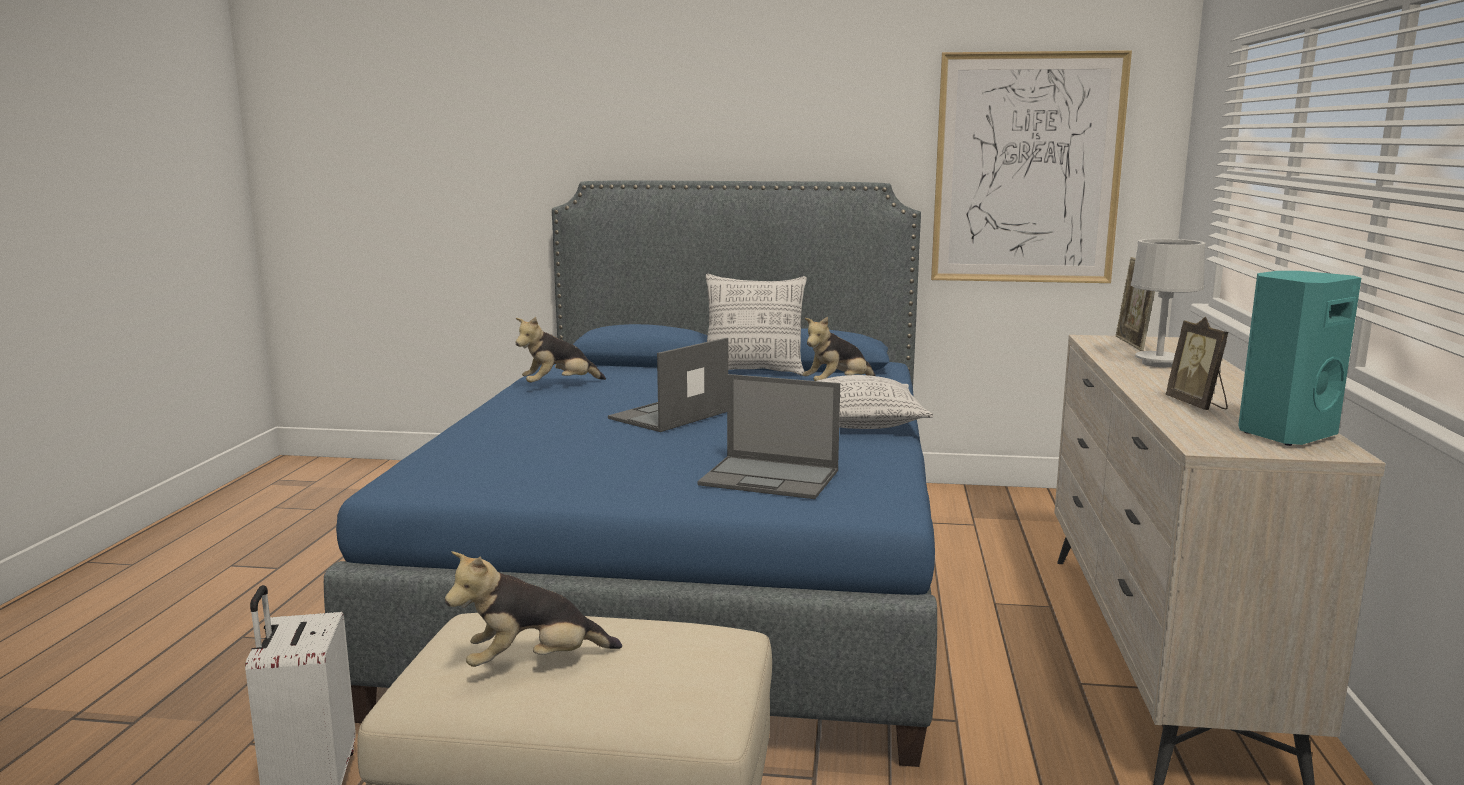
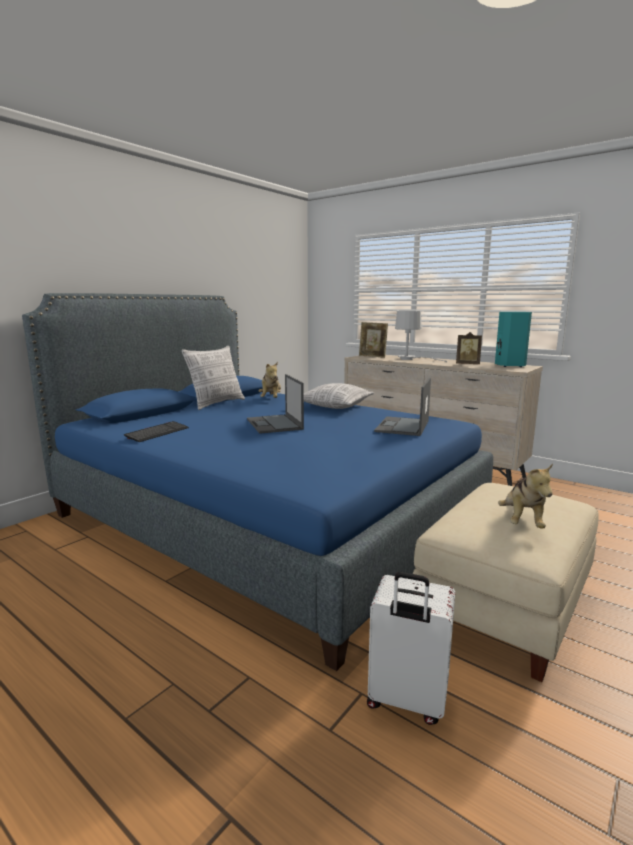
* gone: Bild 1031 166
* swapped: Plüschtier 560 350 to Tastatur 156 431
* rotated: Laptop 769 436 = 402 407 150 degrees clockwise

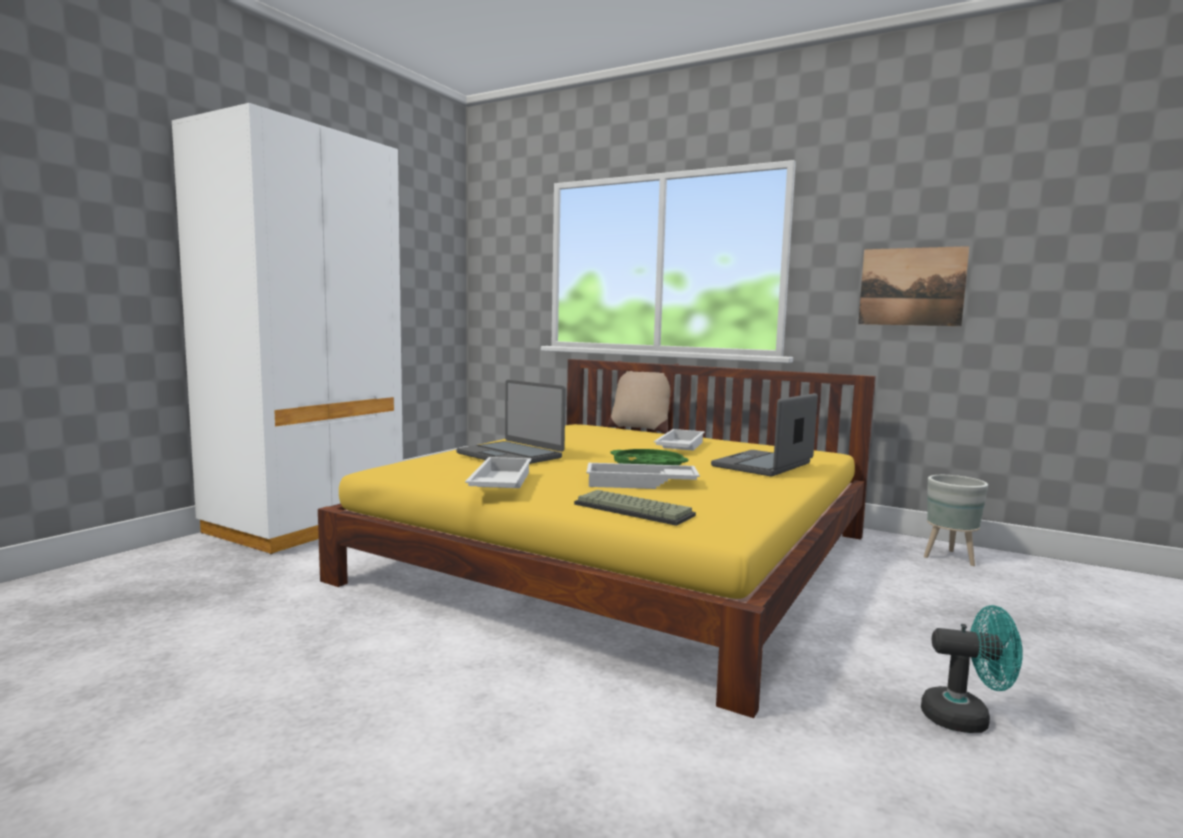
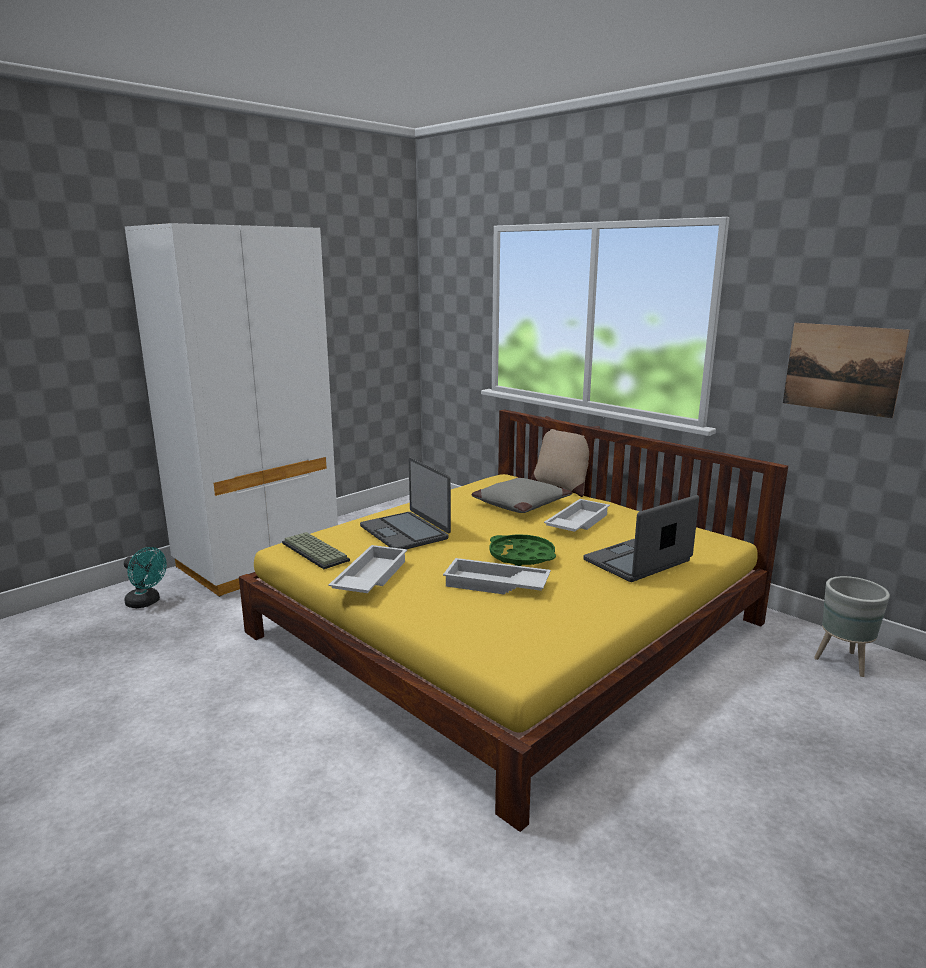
* new: Kissen (grau) 521 495
* shifted: Tastatur 635 508 to 316 550
* shifted: Ventilator (türkis) 972 669 to 145 577

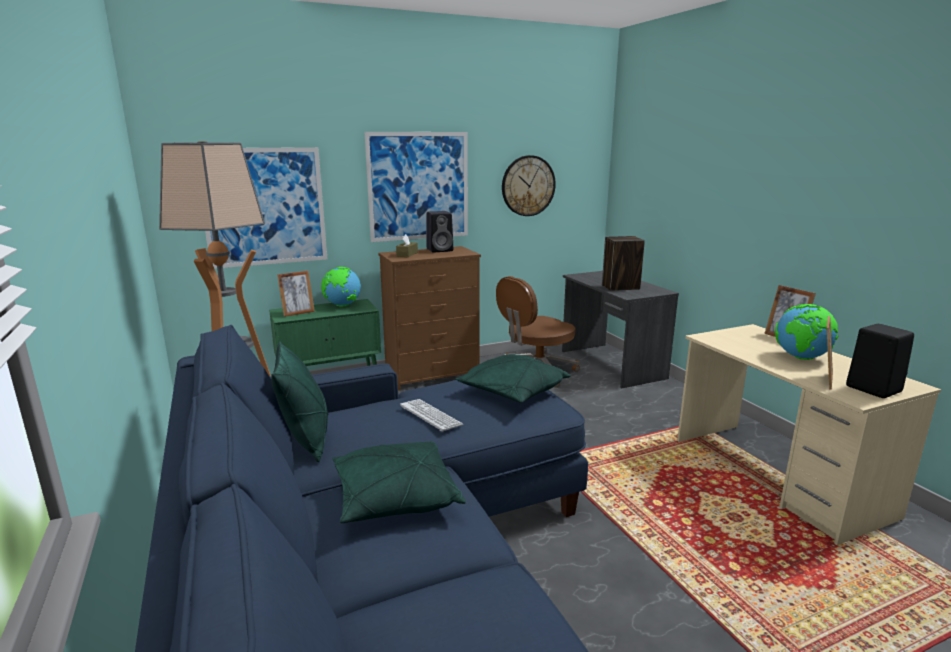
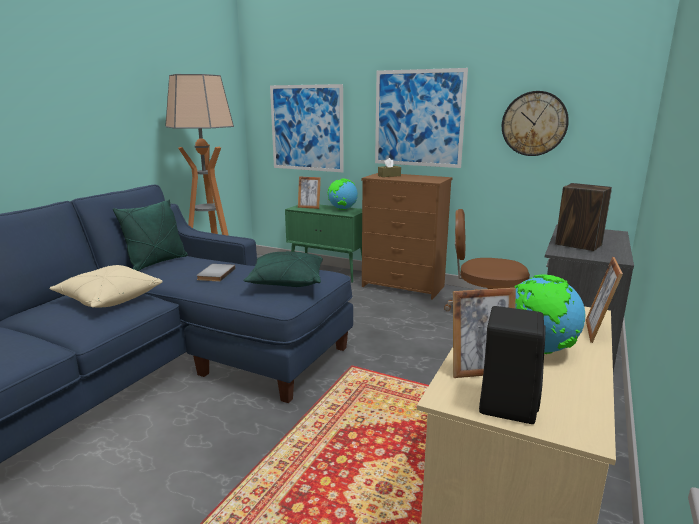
* gone: Lautsprecher (schwarz) 439 231
* swapped: Tastatur 432 415 to Buch (grau) 215 273
* repainted: Kissen (grün) 399 482 to Kissen (beige) 106 286

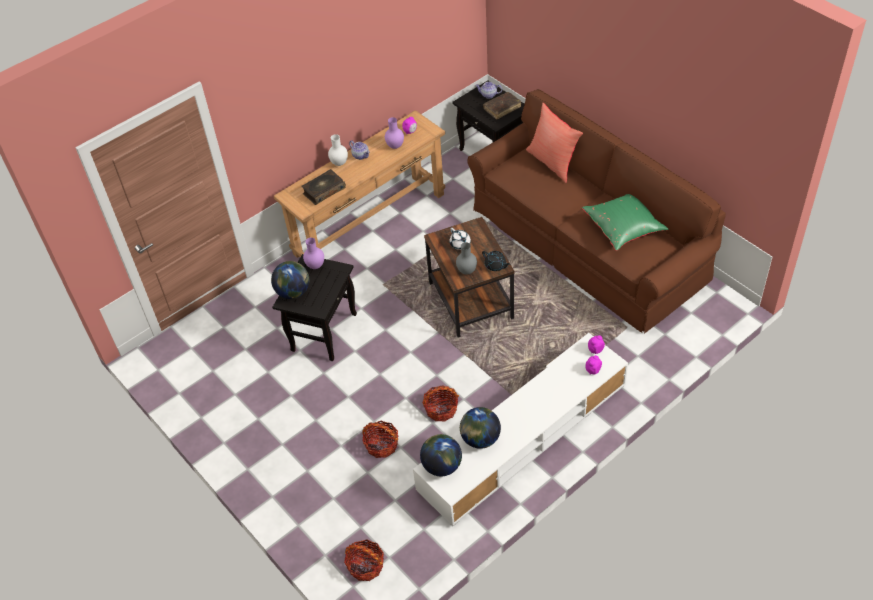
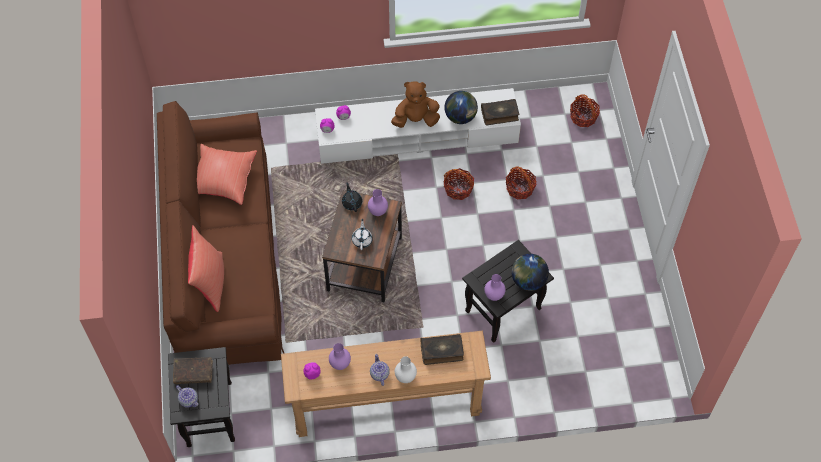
* new: Plüschtier (braun) 415 104
* swapped: Globus 441 455 to Buch 500 112
* repainted: Vase (grau) 466 258 to Vase (lila) 378 202
* repainted: Kissen (grün) 625 222 to Kissen (rot) 227 174

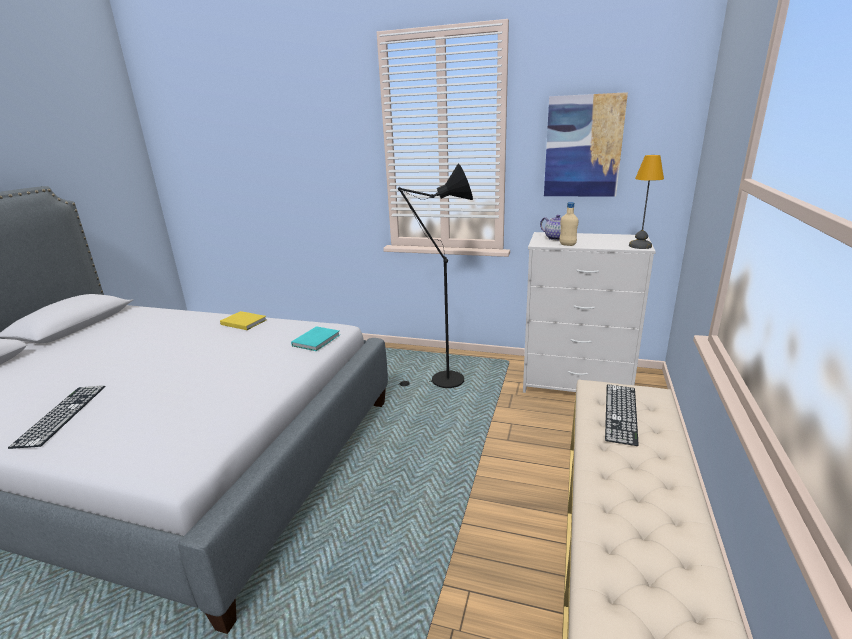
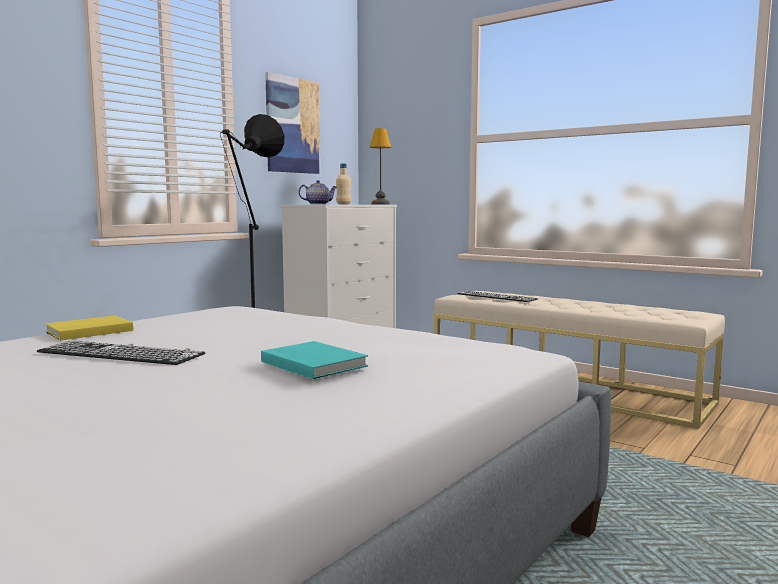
* shifted: Tastatur 56 417 to 121 353
* shifted: Buch (türkis) 315 338 to 314 360

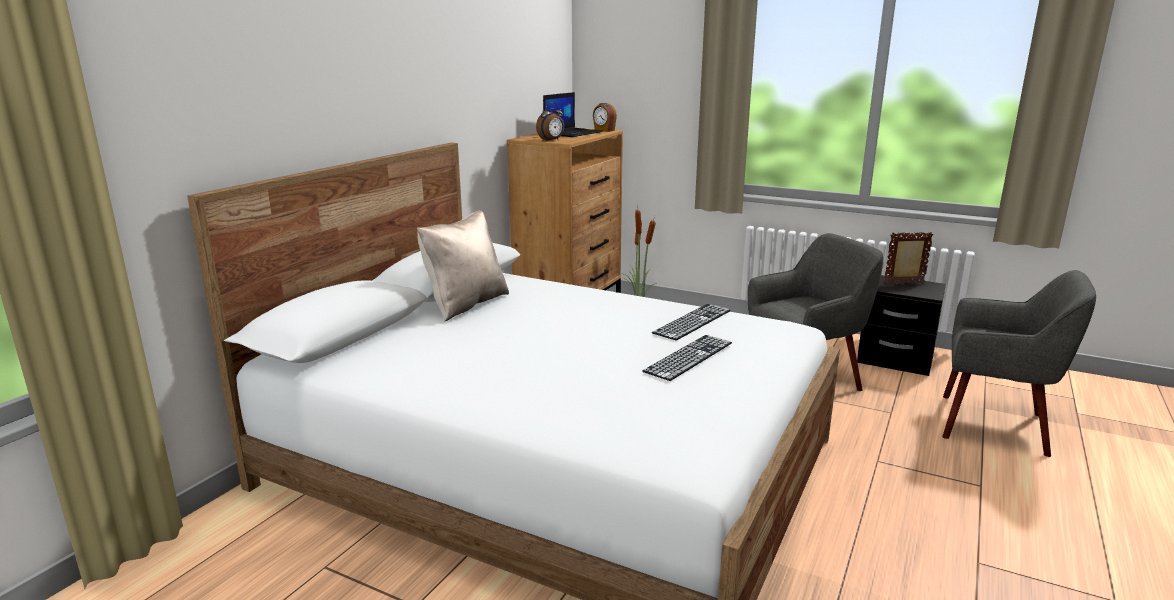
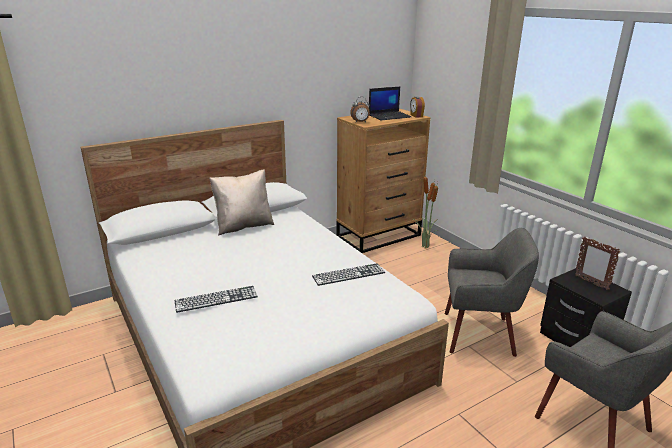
* shifted: Tastatur 687 358 to 216 299
* rotated: Bilderrahmen 909 258 = 597 263 150 degrees counterclockwise

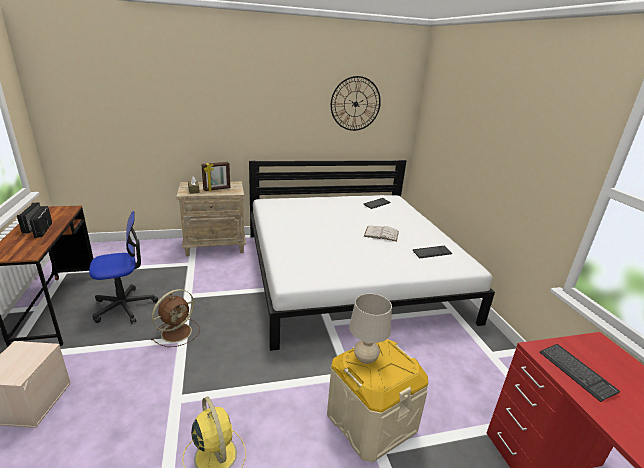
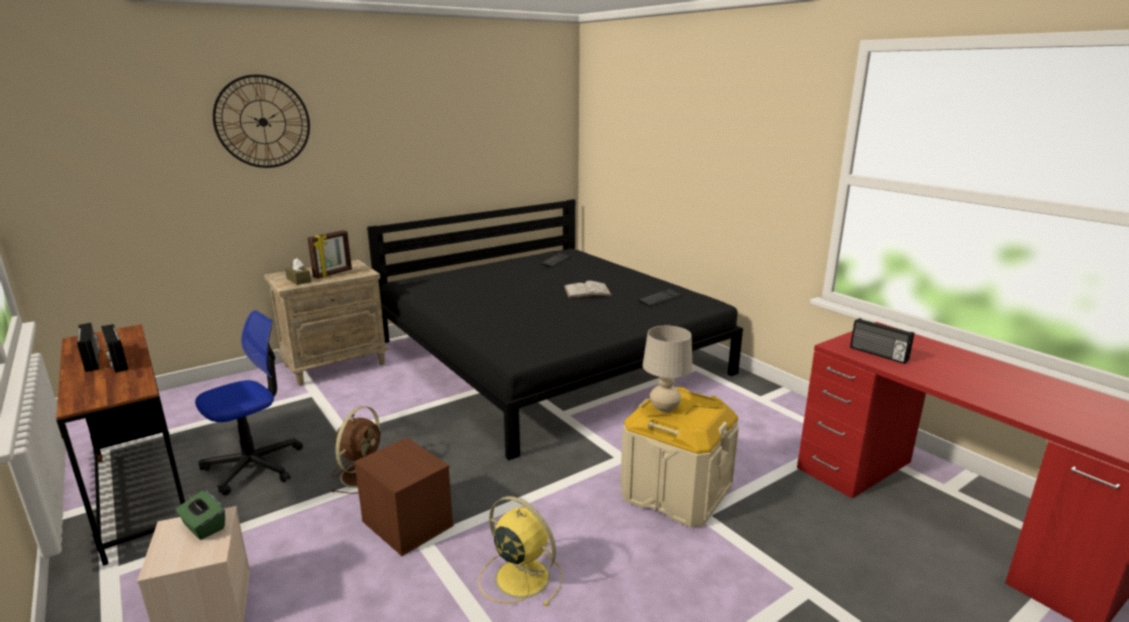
* new: Taschentuchbox (grün) 200 515
* new: Aufbewahrungsbox (braun) 404 497
* shifted: Wanduhr 356 103 to 261 121
* swapped: Tastatur 580 373 to Radio 882 341
* repainted: Bett (weiß) 372 255 to Bett (schwarz) 555 329

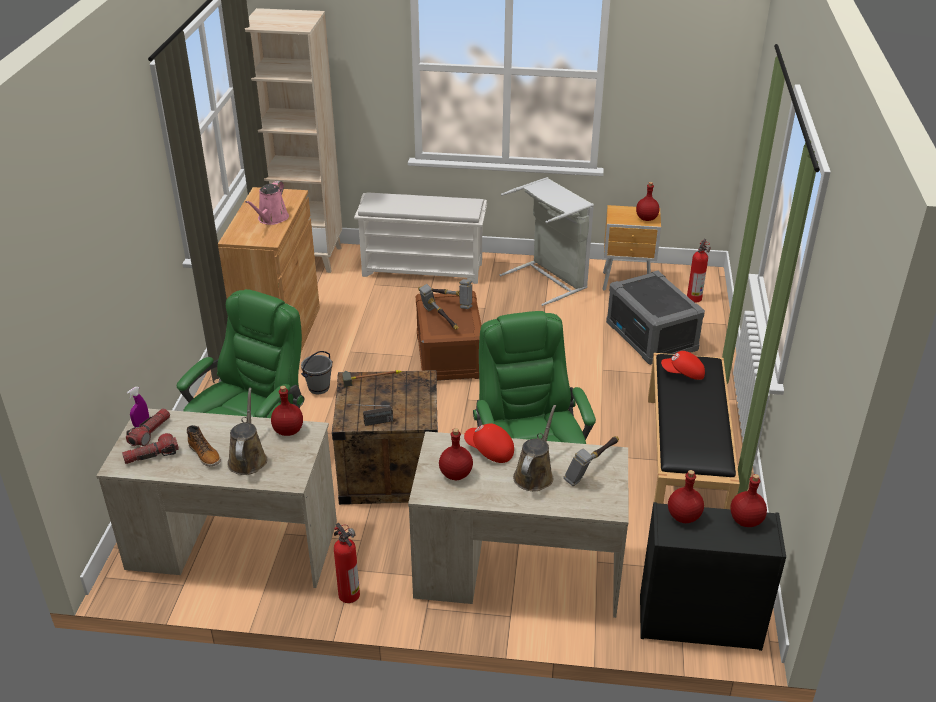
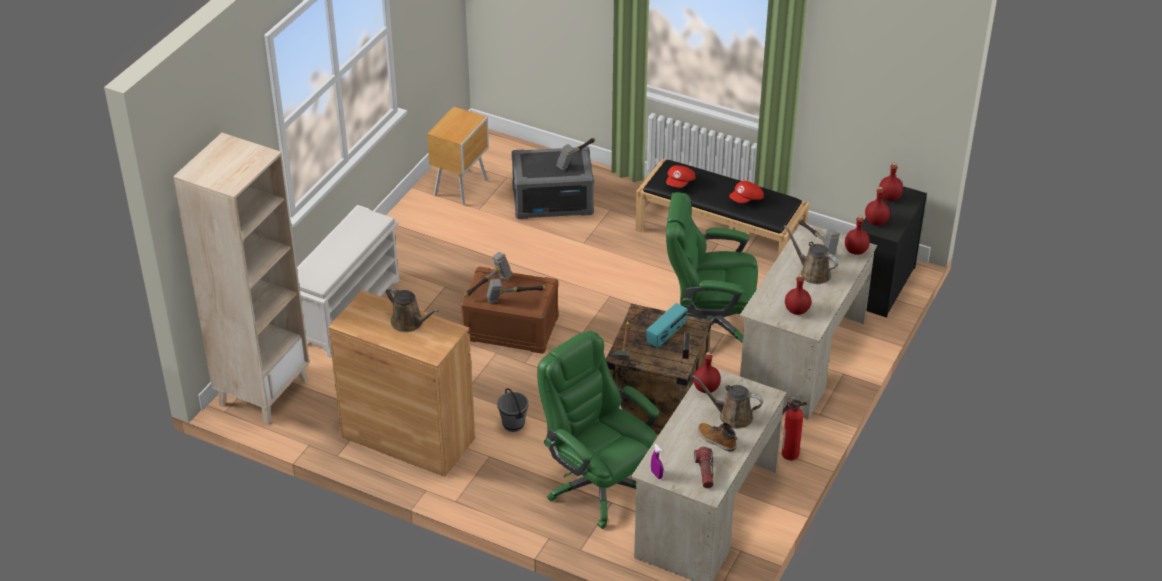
* gone: Taschenlampe 148 427
* gone: Wäschekorb (grau) 546 241
* gone: Feuerlöscher 699 271
* new: Hammer 575 154
* new: Radio 666 325
* shifted: Kappe (rot) 489 443 to 746 192
* shifted: Flasche (rot) 647 201 to 857 235
* repainted: Gießkanne (rosa) 267 203 to Gießkanne (braun) 412 309
* rotated: Stiefel 204 445 = 717 437 120 degrees counterclockwise

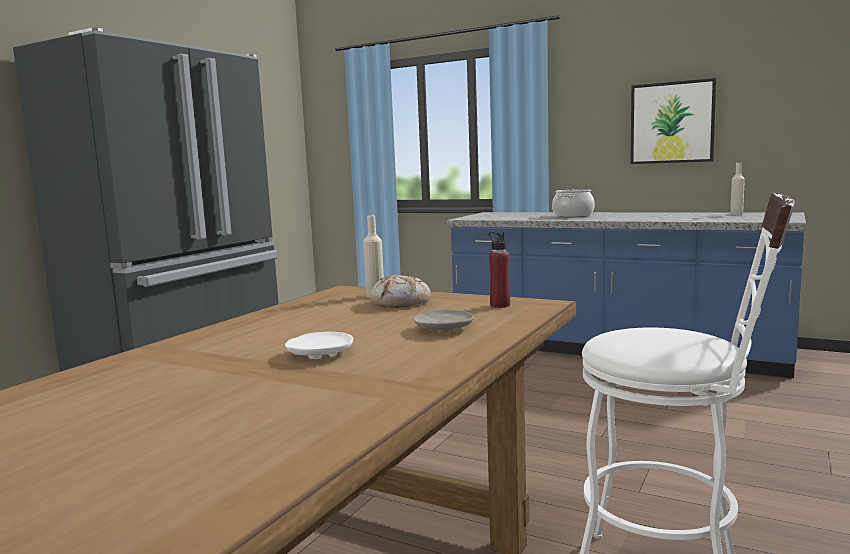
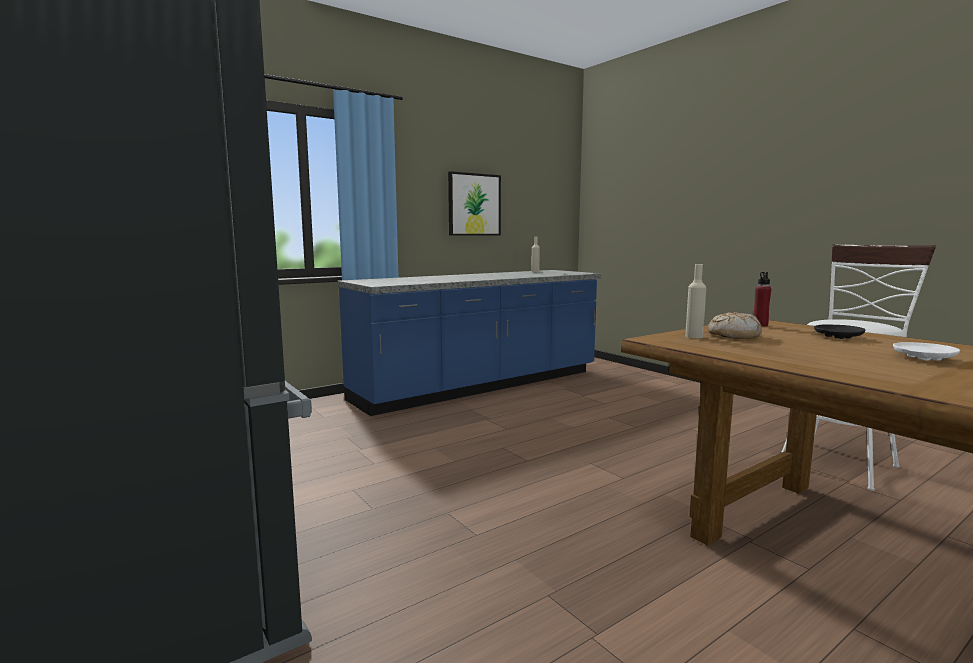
* gone: Kochtopf 573 203
* repainted: Teller (beige) 443 321 to Teller (schwarz) 840 332

